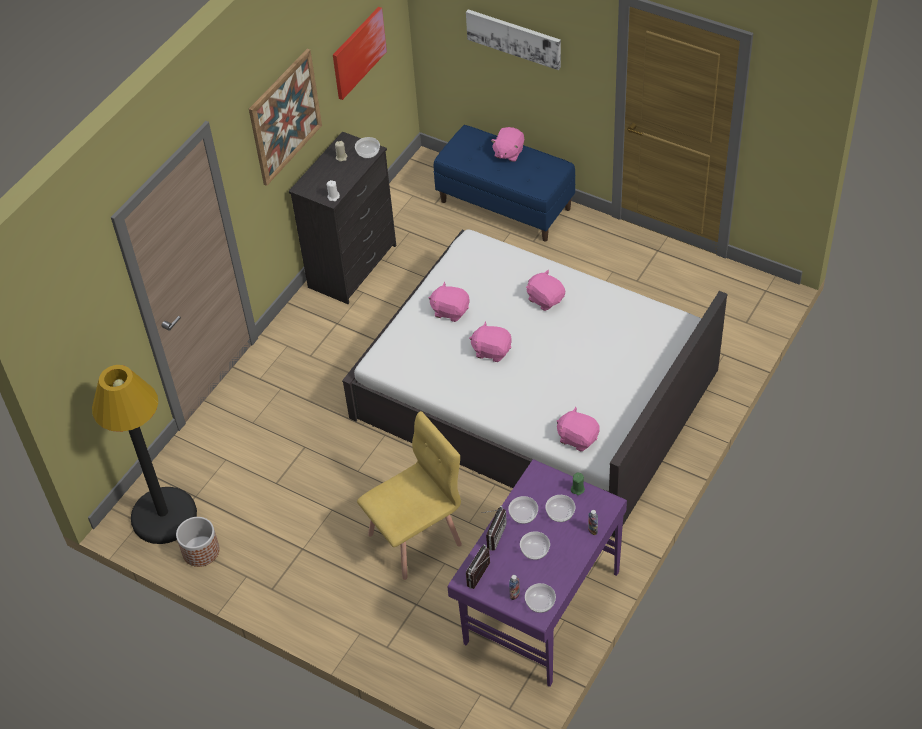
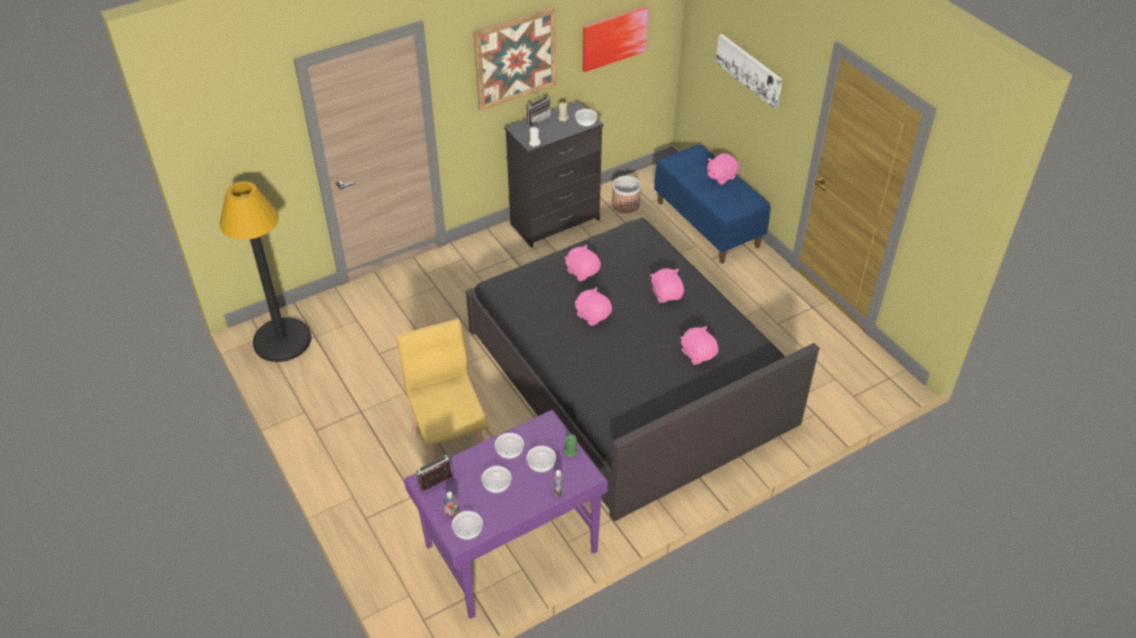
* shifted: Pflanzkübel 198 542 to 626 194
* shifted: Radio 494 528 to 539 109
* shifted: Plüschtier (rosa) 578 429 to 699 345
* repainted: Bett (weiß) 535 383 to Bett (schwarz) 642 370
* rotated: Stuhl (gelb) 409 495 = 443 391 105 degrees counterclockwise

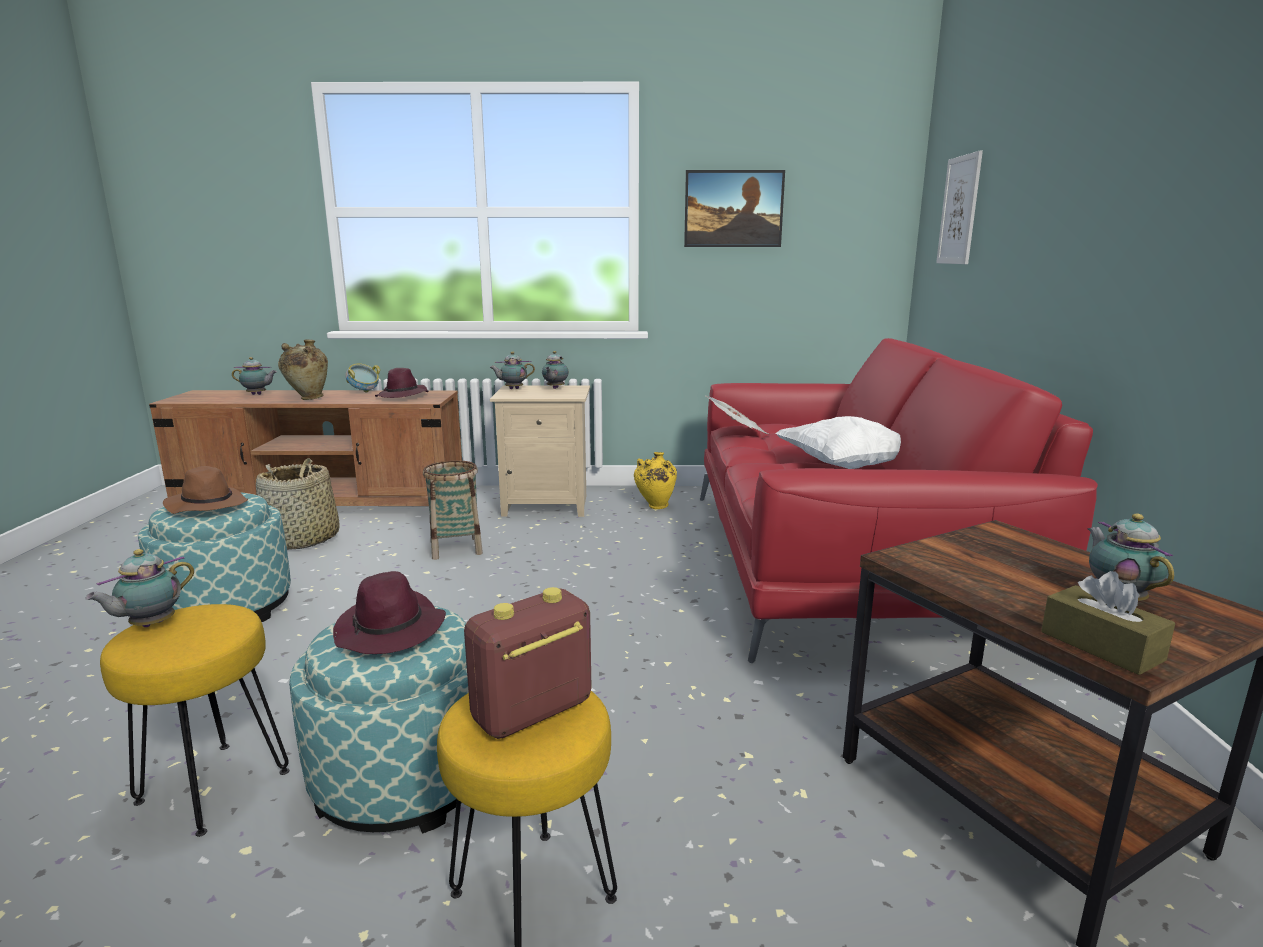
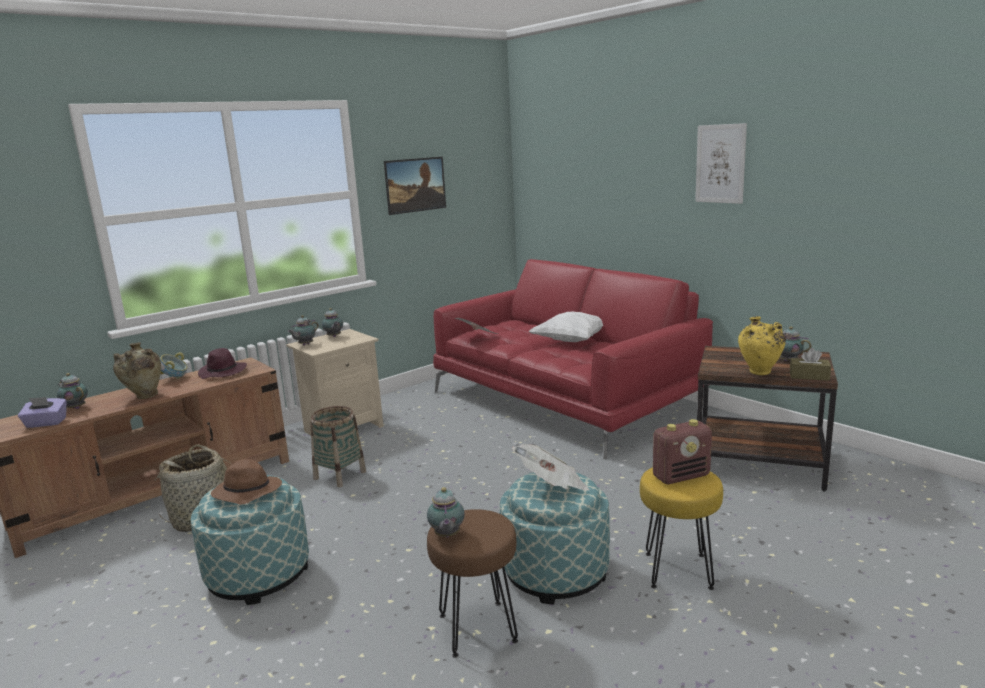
* new: Taschentuchbox (lila) 42 412
* shifted: Vase (gelb) 655 480 to 762 345
* shifted: Bild 959 207 to 721 163
* swapped: Hut (lila) 389 612 to Zeitung 550 467
* repainted: Hocker (gelb) 195 720 to Hocker (braun) 472 583
* rotated: Teekanne 254 376 = 72 391 105 degrees counterclockwise
* rotated: Radio 528 663 = 682 451 120 degrees counterclockwise

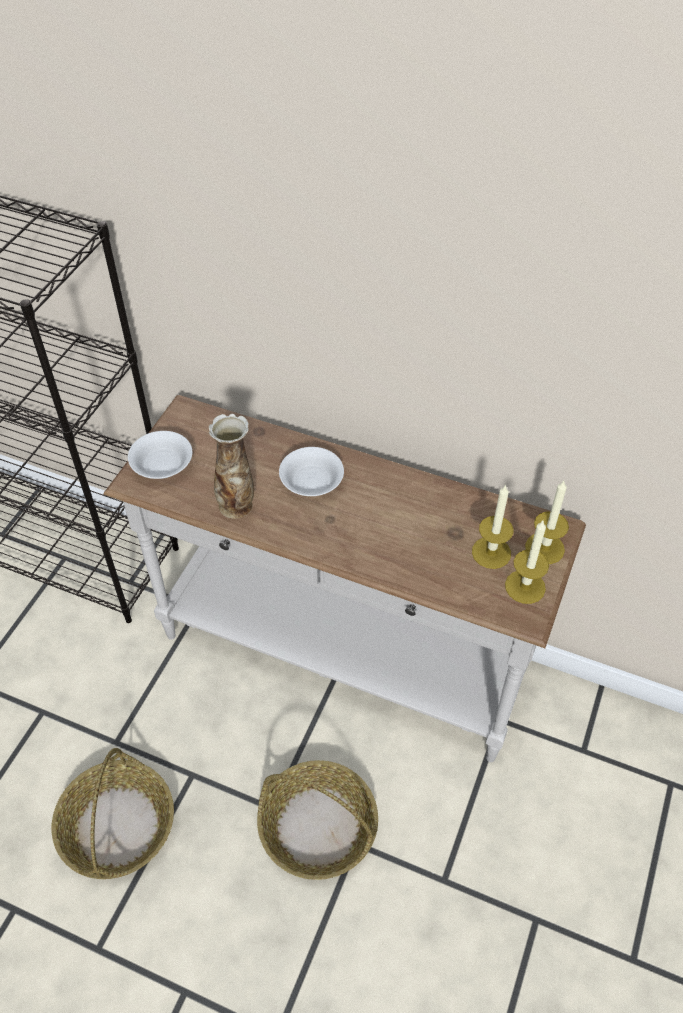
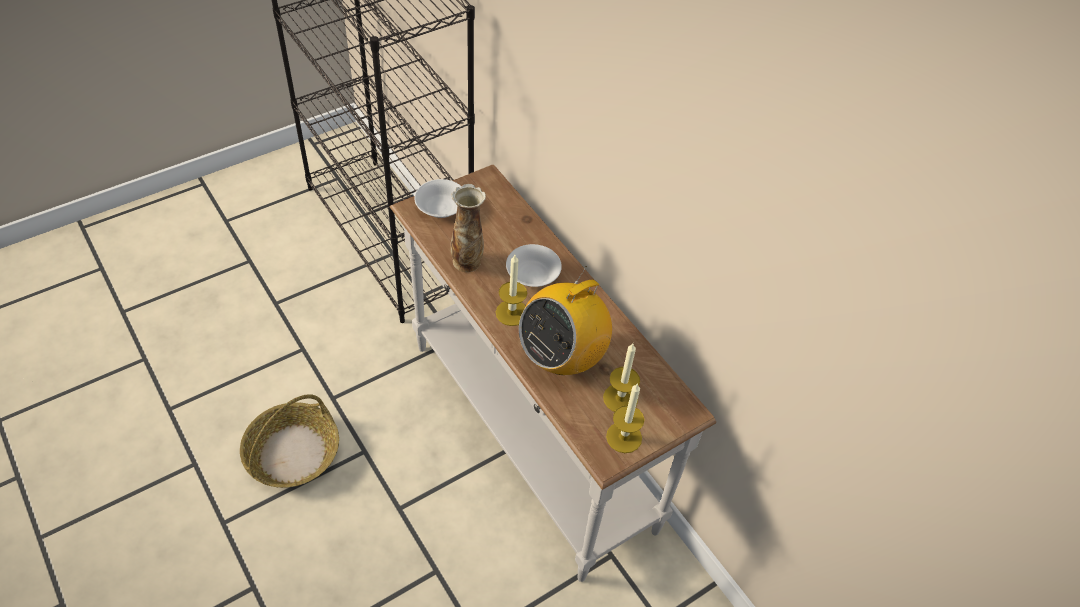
* gone: Korb 317 820
* new: Radio 565 320
* shifted: Kerze 547 522 to 511 290

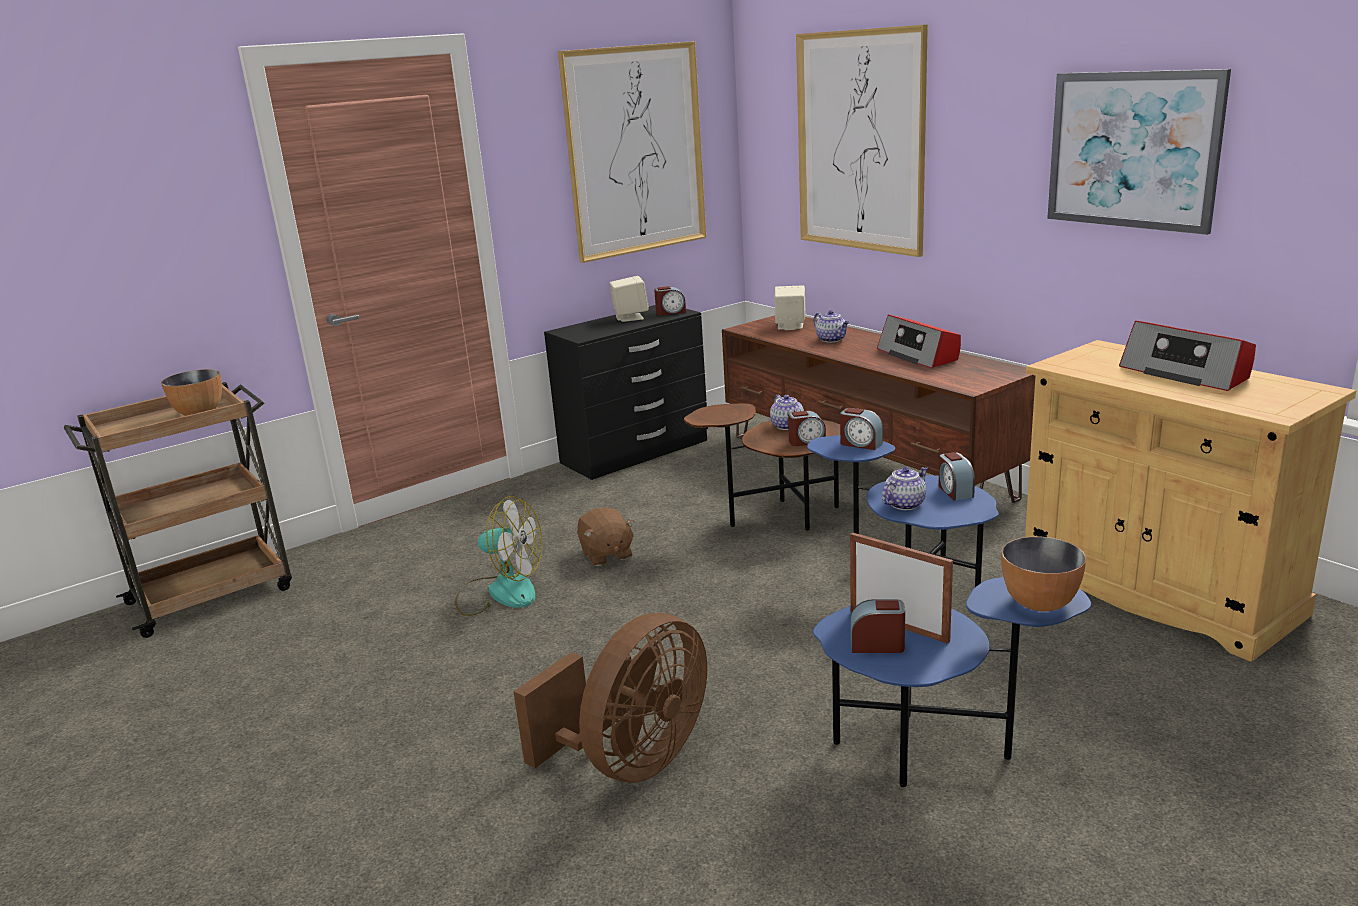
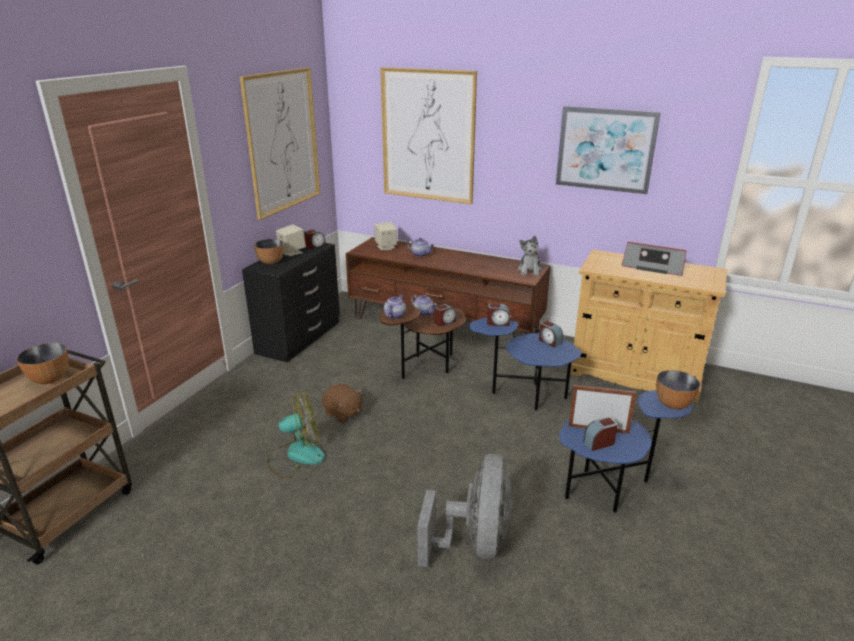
* gone: Radio 919 341
* new: Schüssel 269 251
* new: Plüschtier 530 256
* shifted: Teekanne 905 488 to 395 307
* repainted: Ventilator (braun) 610 698 to Ventilator (grau) 464 510

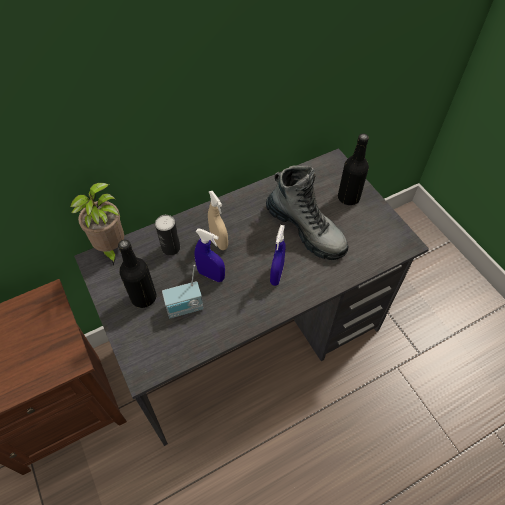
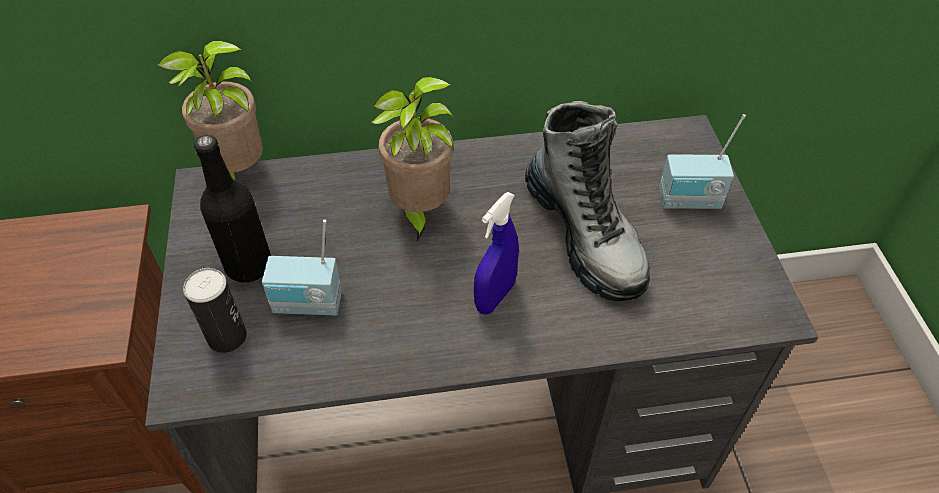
* gone: Sprühflasche (blau) 209 255
* shifted: Dose 167 235 to 215 310
* swapped: Sprühflasche (beige) 218 220 to Topfpflanze 413 159
* swapped: Flasche (schwarz) 353 169 to Radio 702 161

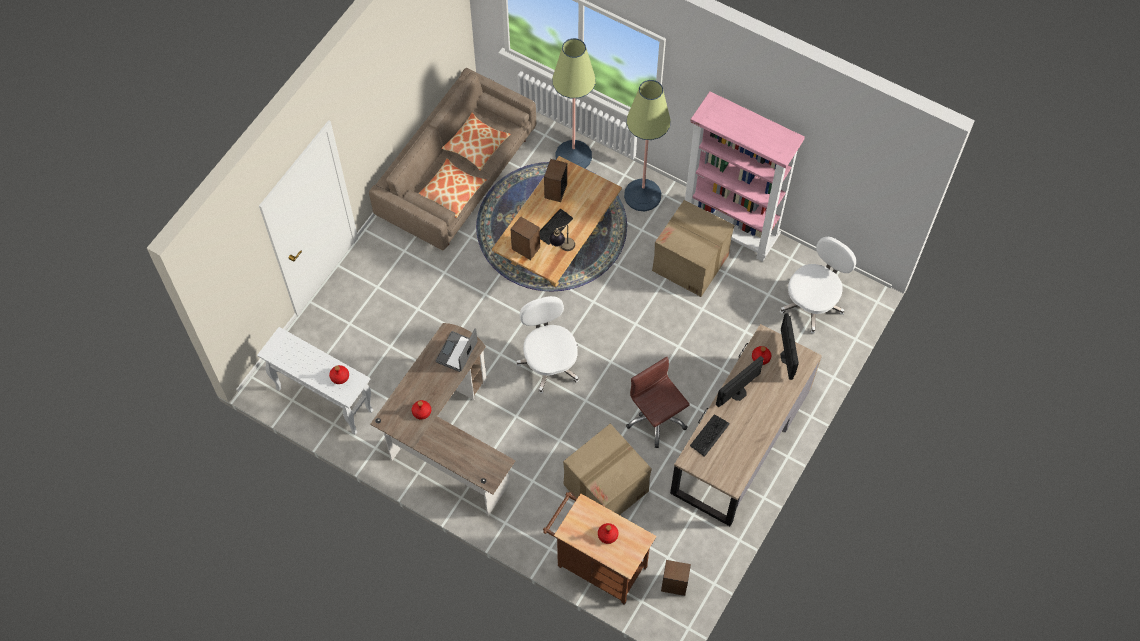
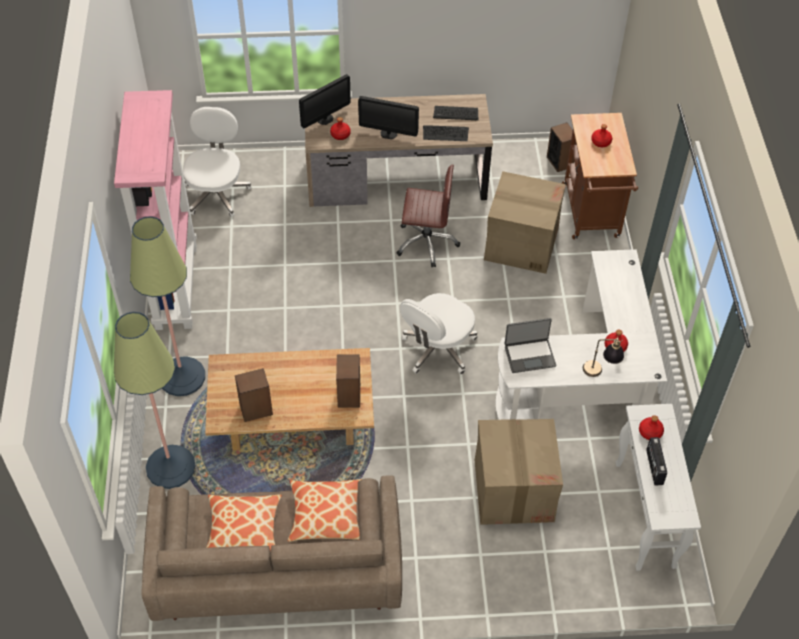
* new: Radio 656 461
* shifted: Tastatur 556 227 to 456 113
* shifted: Tischlampe 562 238 to 603 357
* shifted: Karton 693 248 to 519 472
* repainted: Schreibtisch (braun) 443 419 to Schreibtisch (weiß) 581 334
* rotated: Bürostuhl (braun) 658 402 = 428 216 105 degrees counterclockwise
* rotated: Bürostuhl (weiß) 818 285 = 217 162 90 degrees clockwise

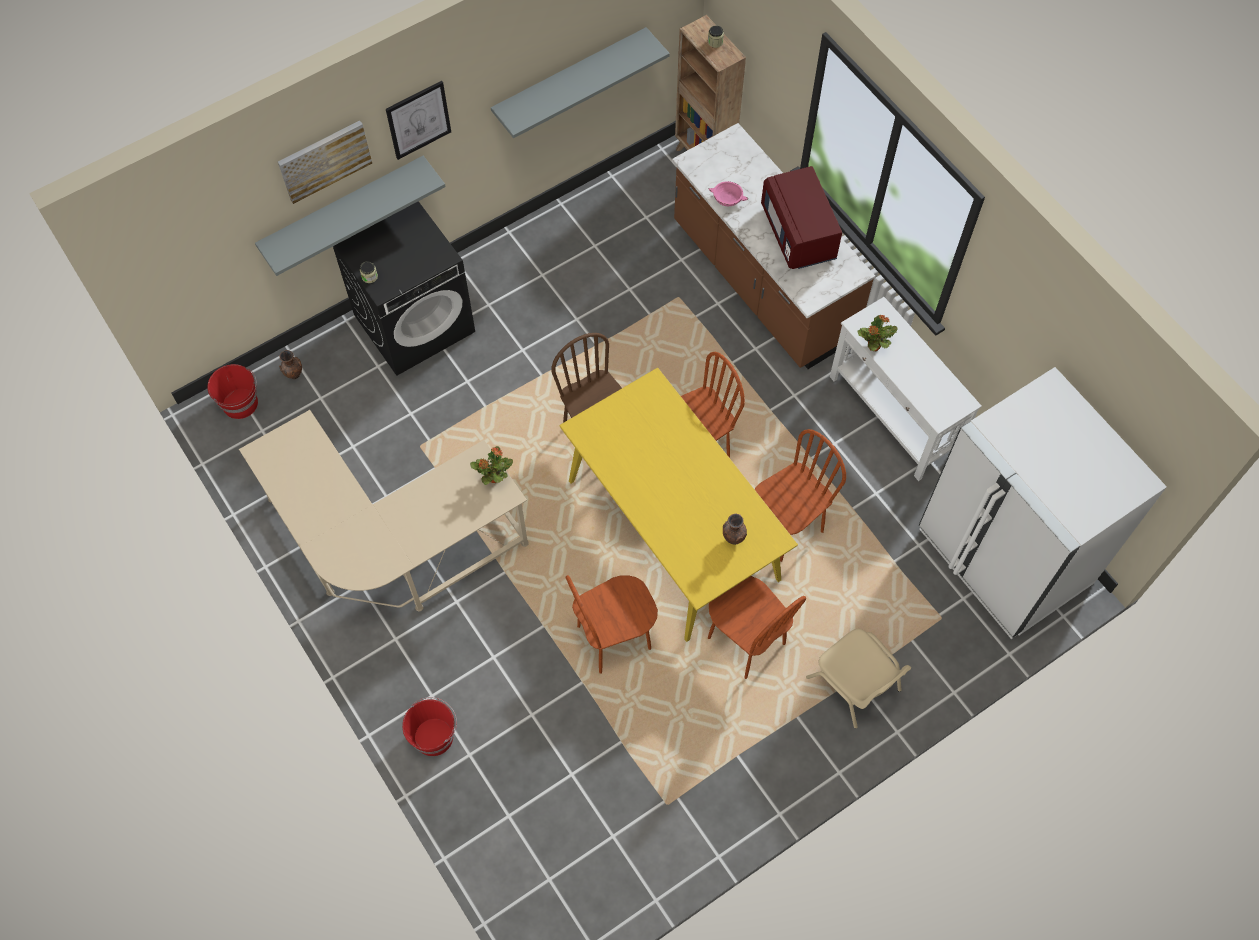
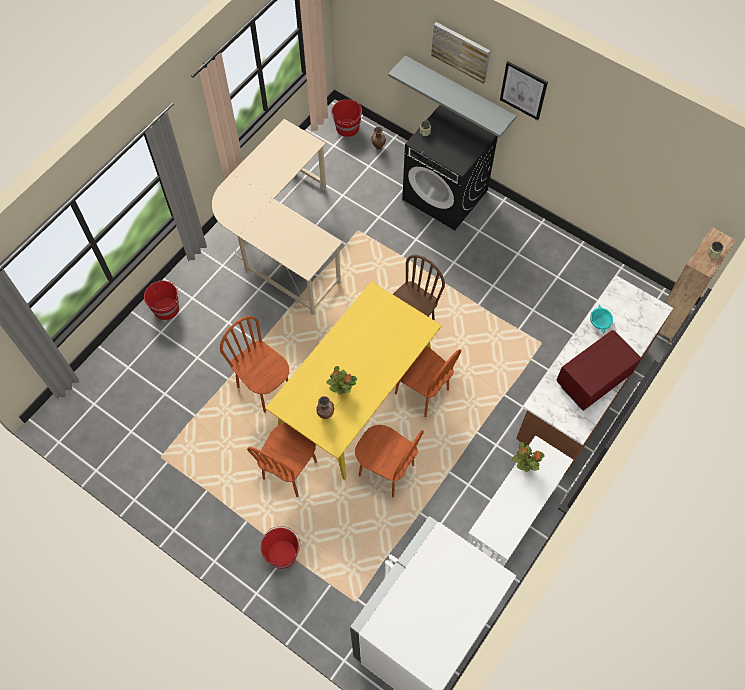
* gone: Wandregal (grau) 580 82
* shifted: Topfpflanze 491 465 to 341 380
* swapped: Stuhl (beige) 858 679 to Eimer (rot) 280 547
* repainted: Schüssel (rosa) 728 193 to Schüssel (türkis) 601 319

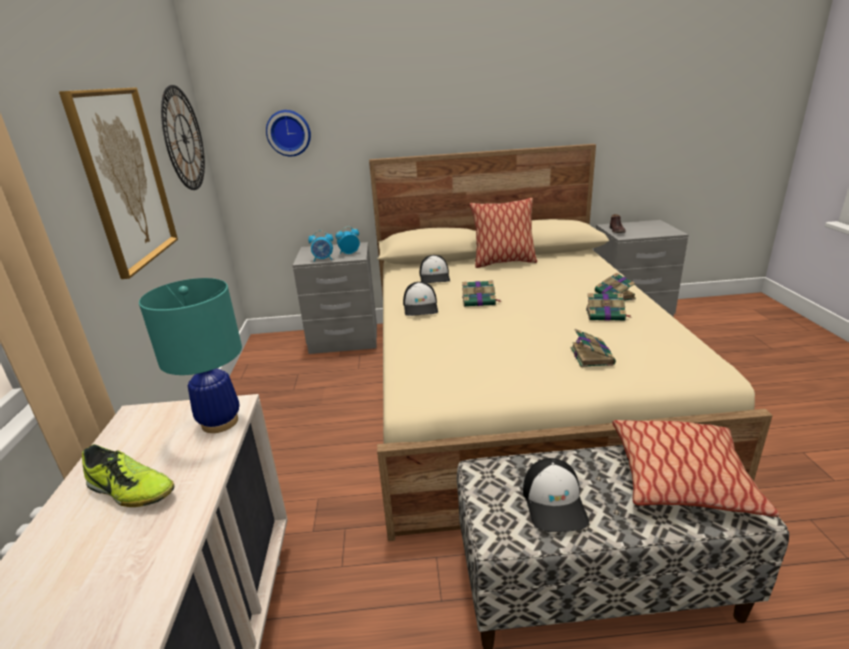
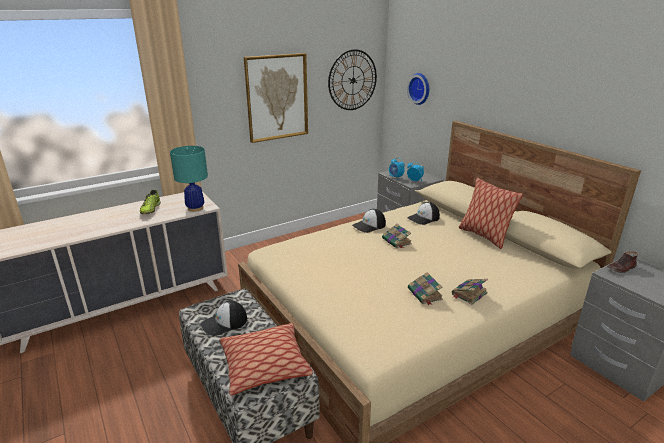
* gone: Buch 593 348

